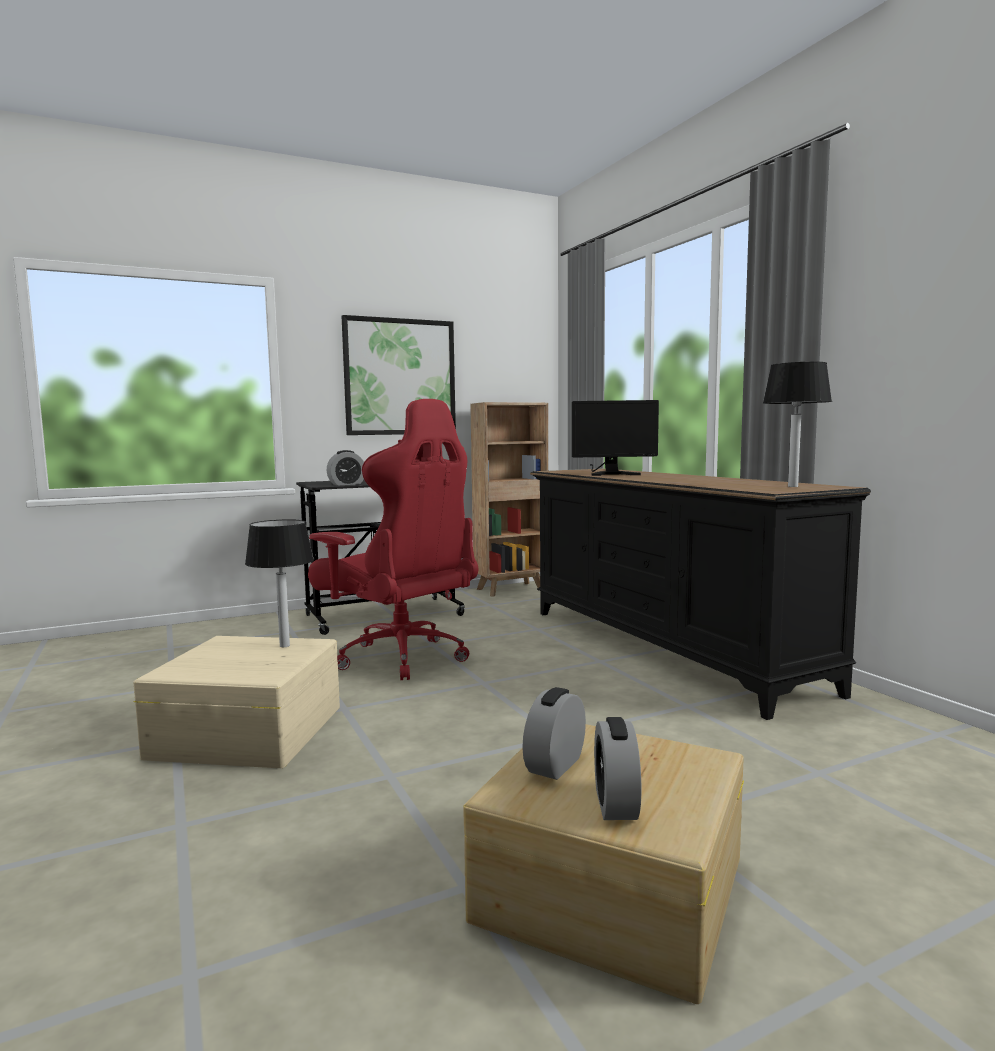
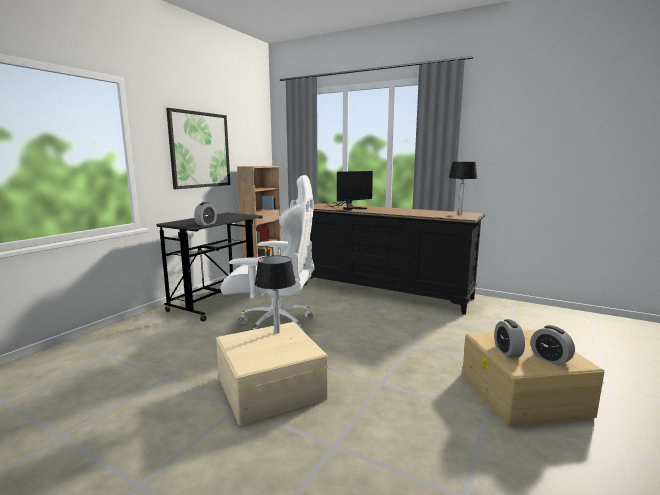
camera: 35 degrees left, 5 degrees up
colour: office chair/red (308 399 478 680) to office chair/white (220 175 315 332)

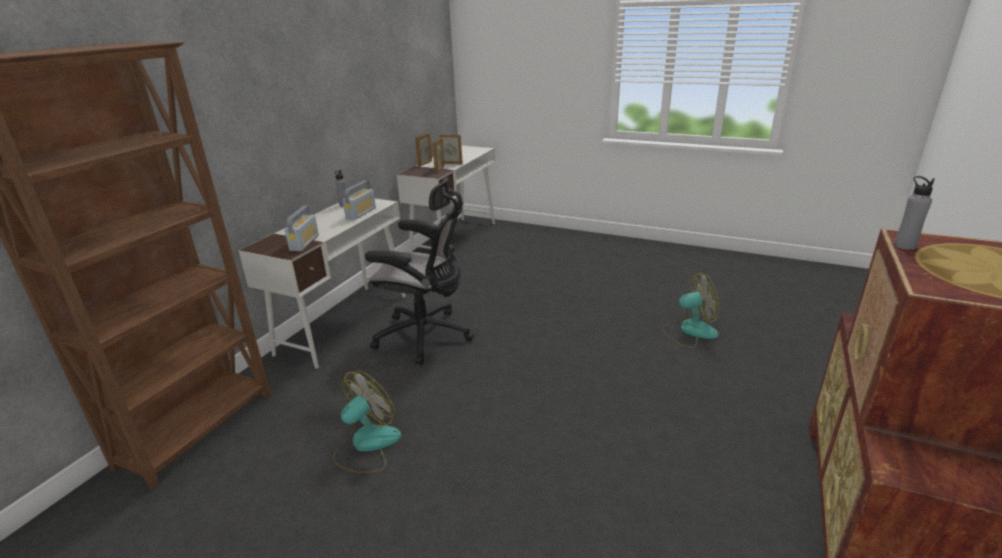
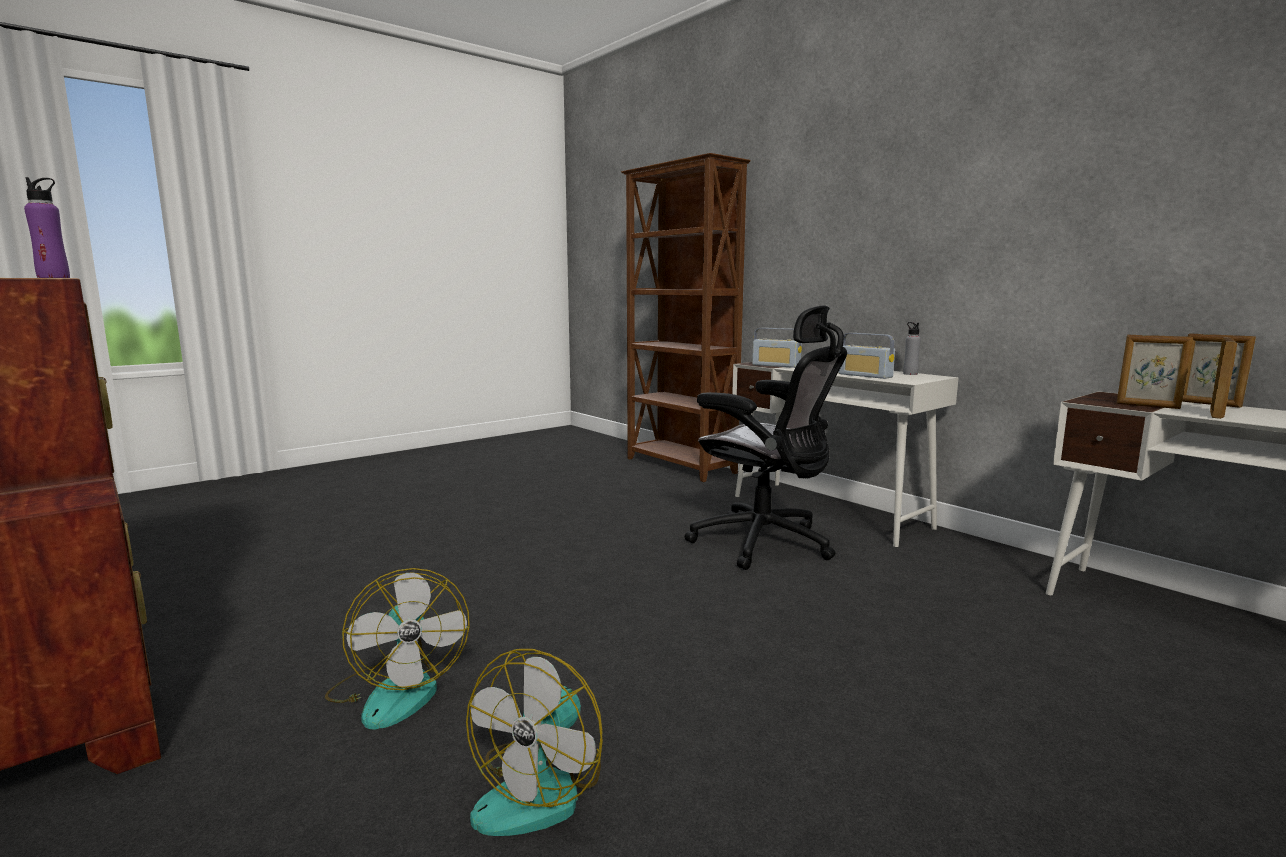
camera: 115 degrees right, 15 degrees down
relocated: fan (333 370 401 473) to (325 568 470 729)
colour: bottle/grey (894 176 935 250) to bottle/purple (24 177 70 278)
spun: office chair (365 177 474 365) = (685 305 847 570) 90 degrees counterclockwise

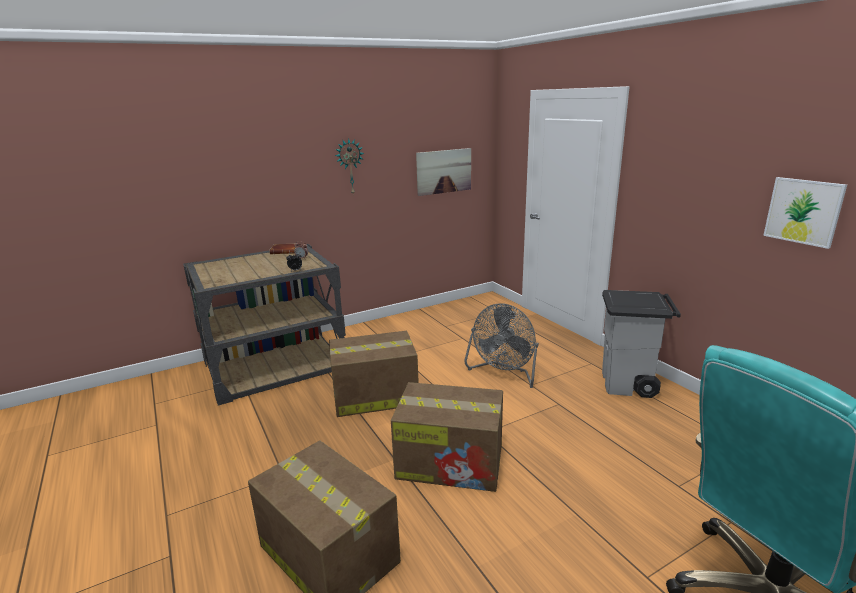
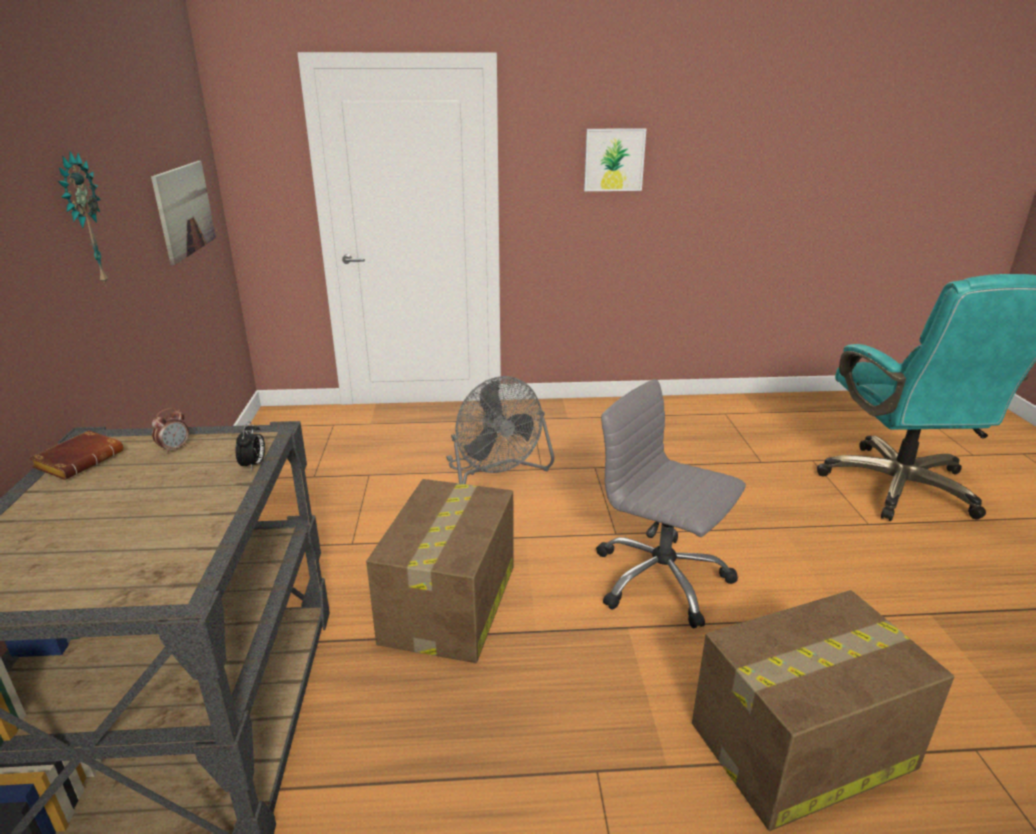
camera: 65 degrees left, 5 degrees up
missing: trash can/grey (602 290 681 398)
relocated: picture (763 177 847 249) to (584 128 646 191)
exchanged: cardboard box (391 382 503 492) to office chair/grey (596 379 746 628)

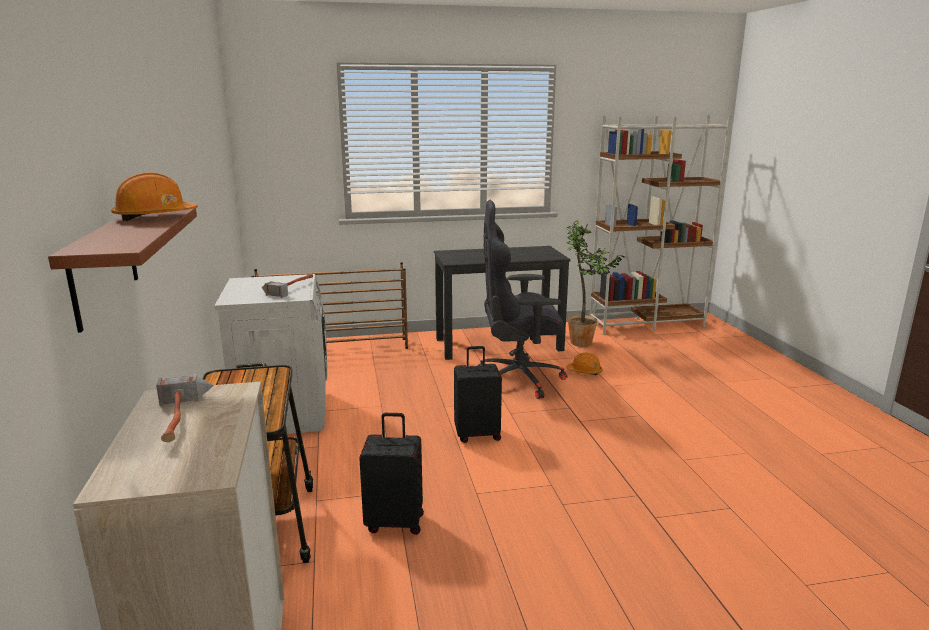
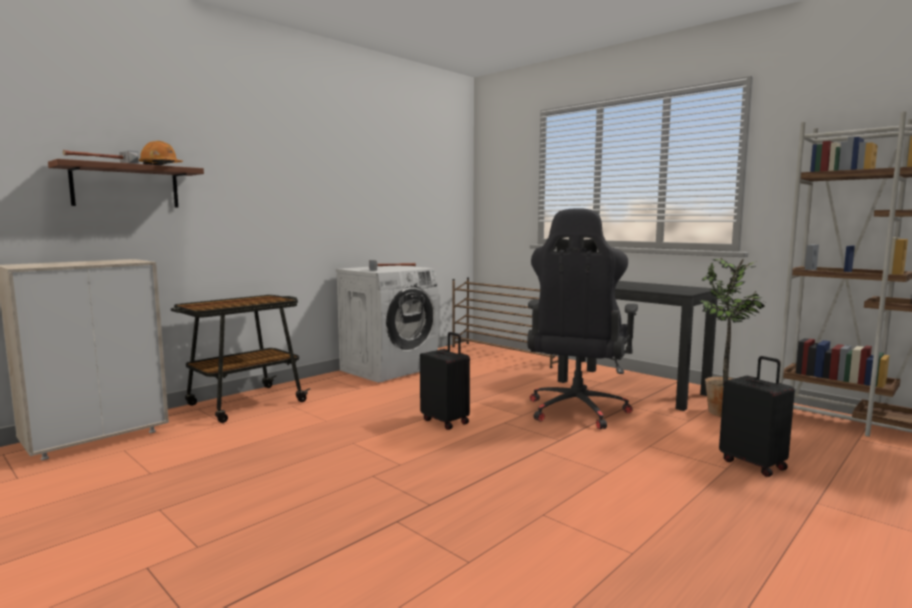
camera: 55 degrees right, 10 degrees down
missing: hard hat/orange (566 353 602 375)
relocated: hammer (156 374 214 442) to (63 150 139 164); suitcase/black (359 413 424 535) to (719 356 795 477)
spun: office chair/black (477 200 567 399) = (527 209 638 429) 120 degrees counterclockwise

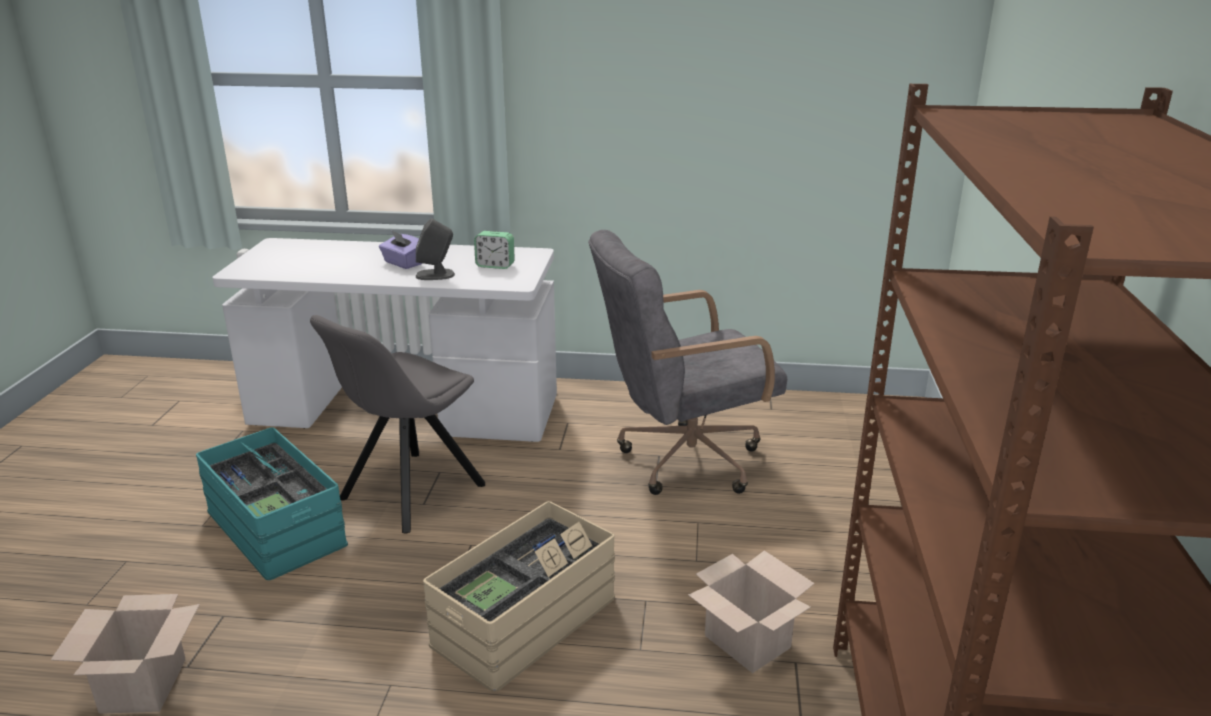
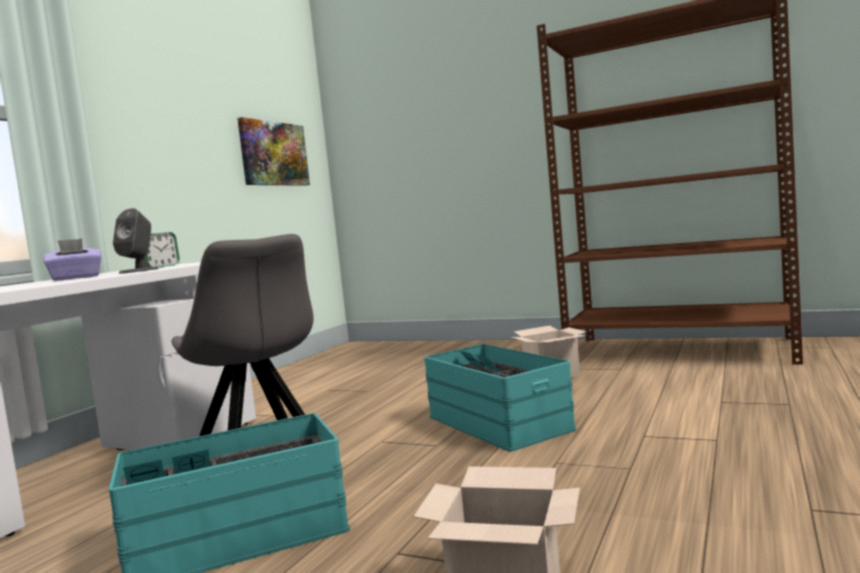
camera: 70 degrees left, 20 degrees down
missing: office chair/grey (588 230 787 495)
appeared: picture (237 117 310 186)
colour: storage box/beige (423 501 615 692) to storage box/turquoise (424 344 576 451)

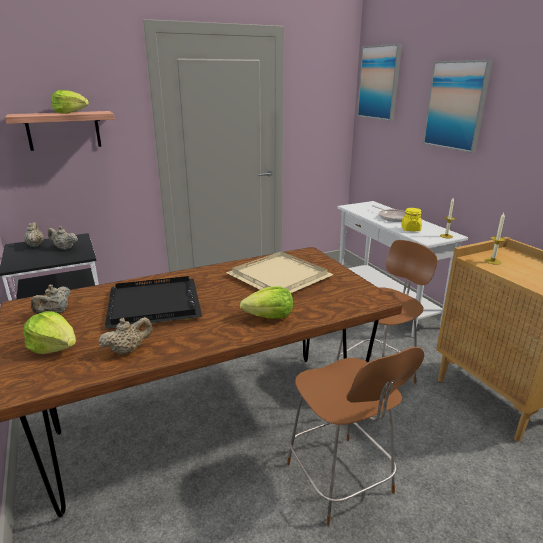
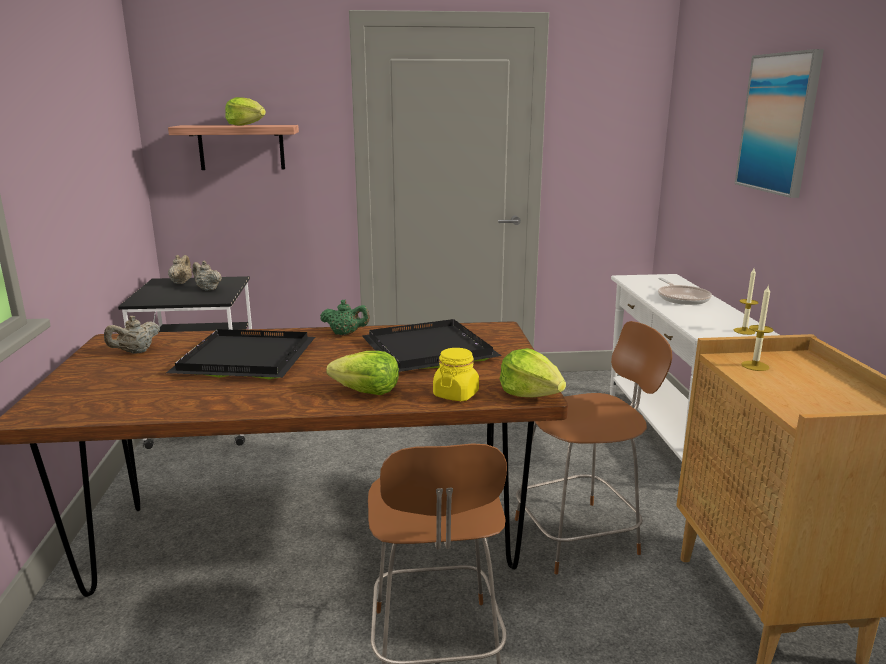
camera: 20 degrees right, 5 degrees down
missing: picture (357 44 402 121); teapot/beige (98 317 153 355)
appeared: teapot/green (320 300 370 335)
relocated: jar/yellow (401 208 422 231) to (433 348 479 401); lettuce (23 311 76 354) to (500 348 566 397)
colour: tray/beige (226 251 334 293) to tray/black (362 319 502 372)

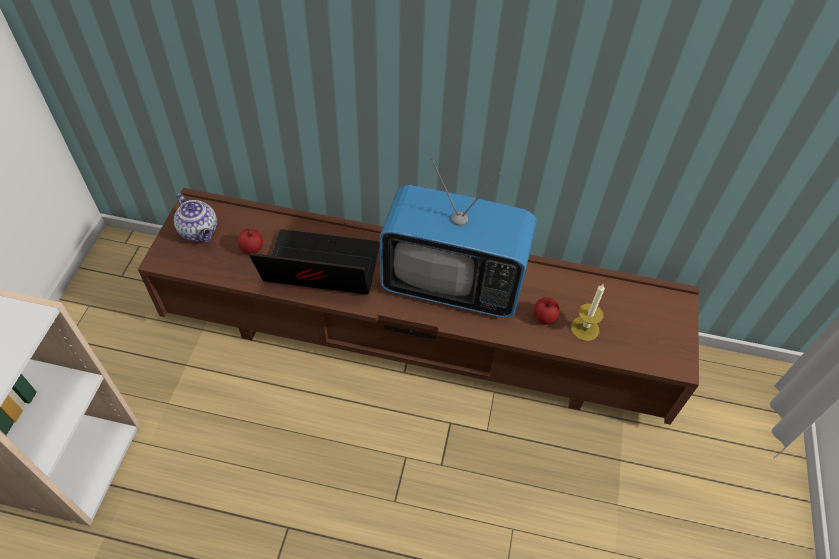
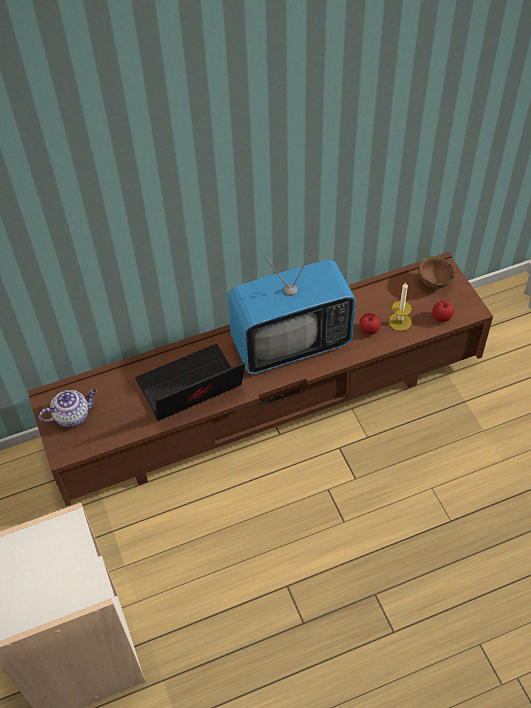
camera: 30 degrees left, 0 degrees up
appeared: bowl/brown (418 256 455 289)
relocated: apple (238 229 263 254) to (432 301 454 322)
spun: teapot (174 193 217 242) = (39 389 97 427) 45 degrees counterclockwise

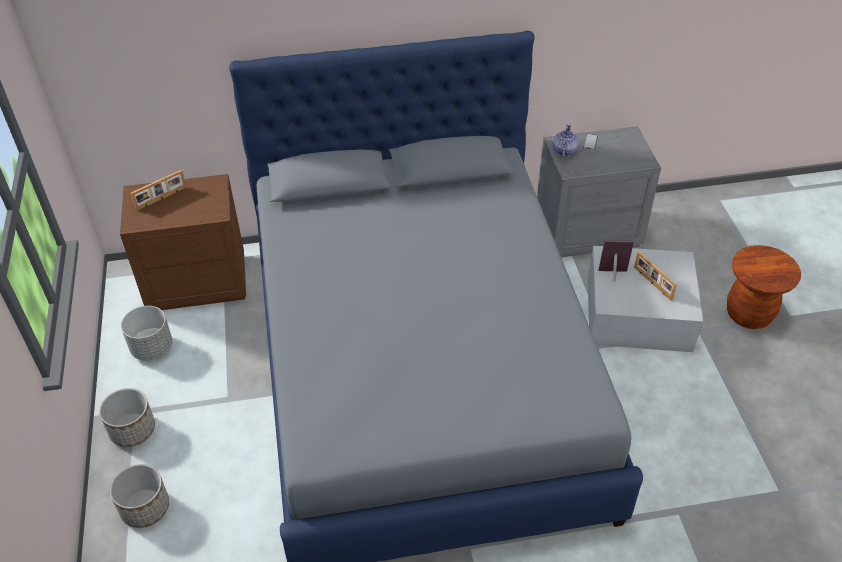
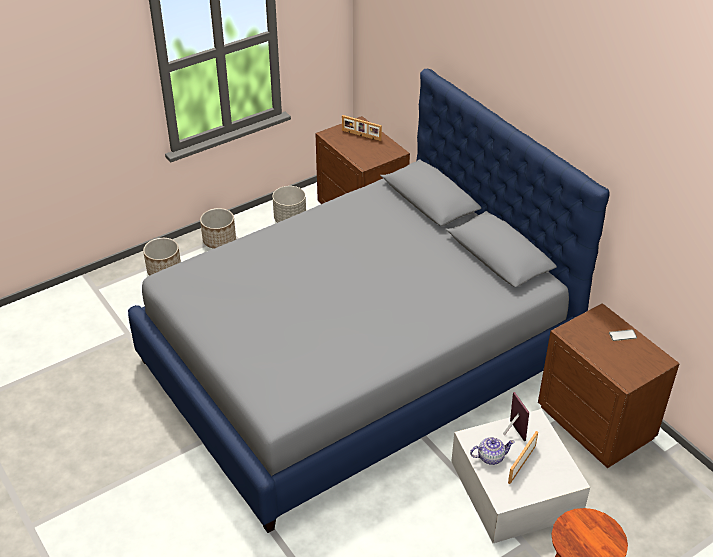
camera: 65 degrees right, 5 degrees down
relocated: teapot (553 124 578 157) to (470 437 515 465)
colour: nightstand/grey (537 126 661 257) to nightstand/brown (538 303 680 468)

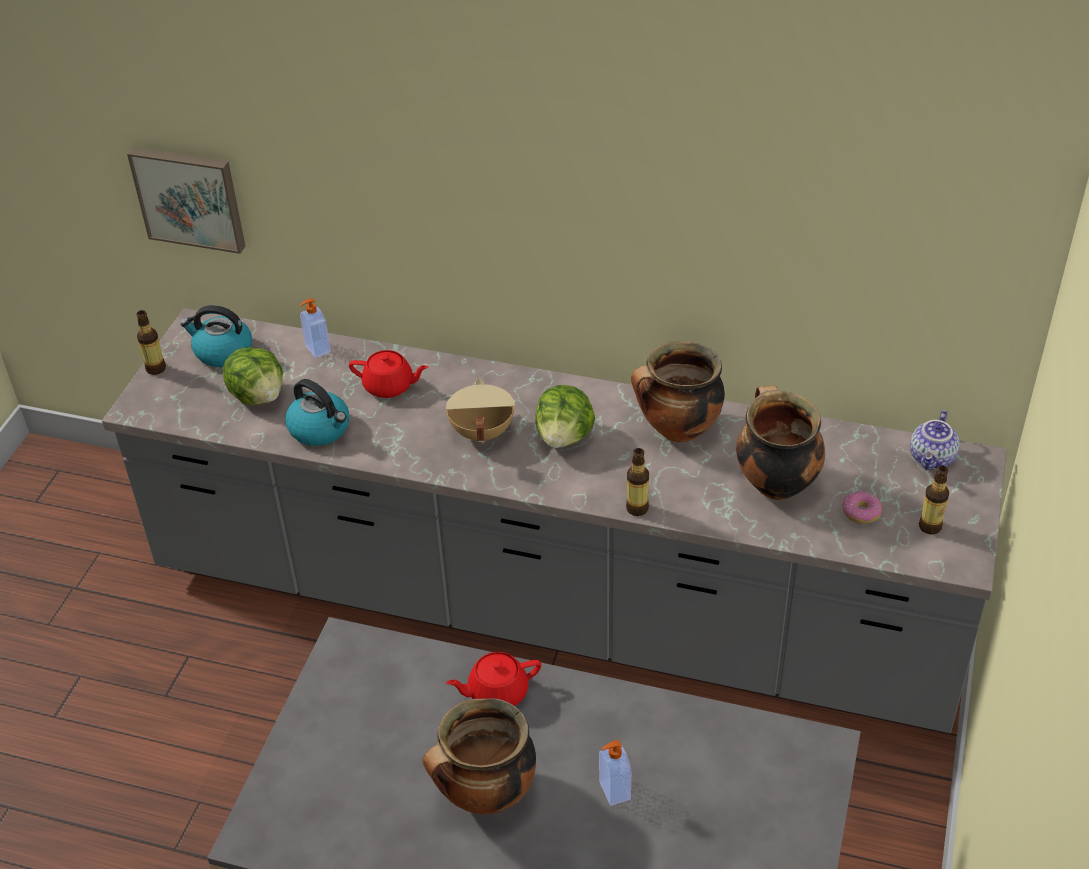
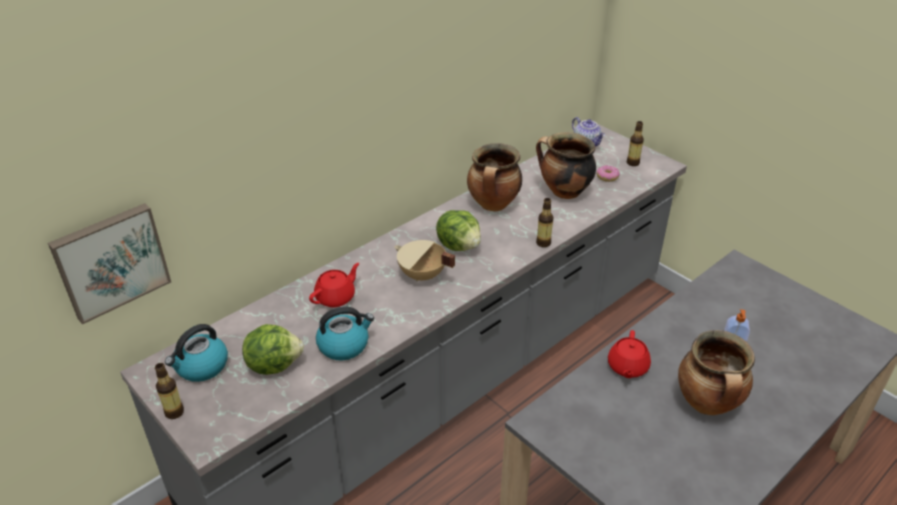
camera: 60 degrees left, 5 degrees down
missing: soap dispenser (300 298 331 358)

